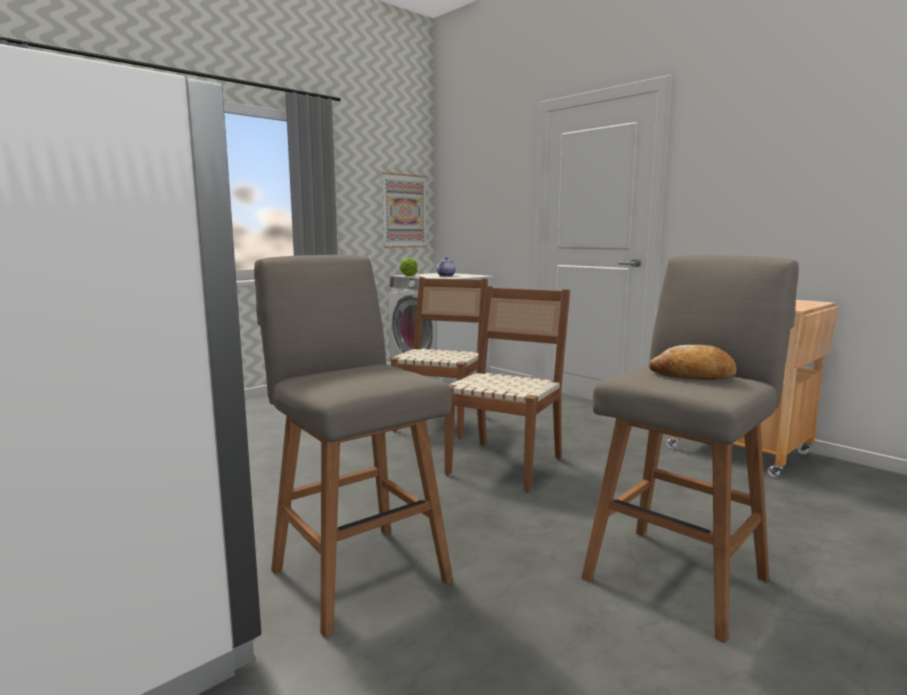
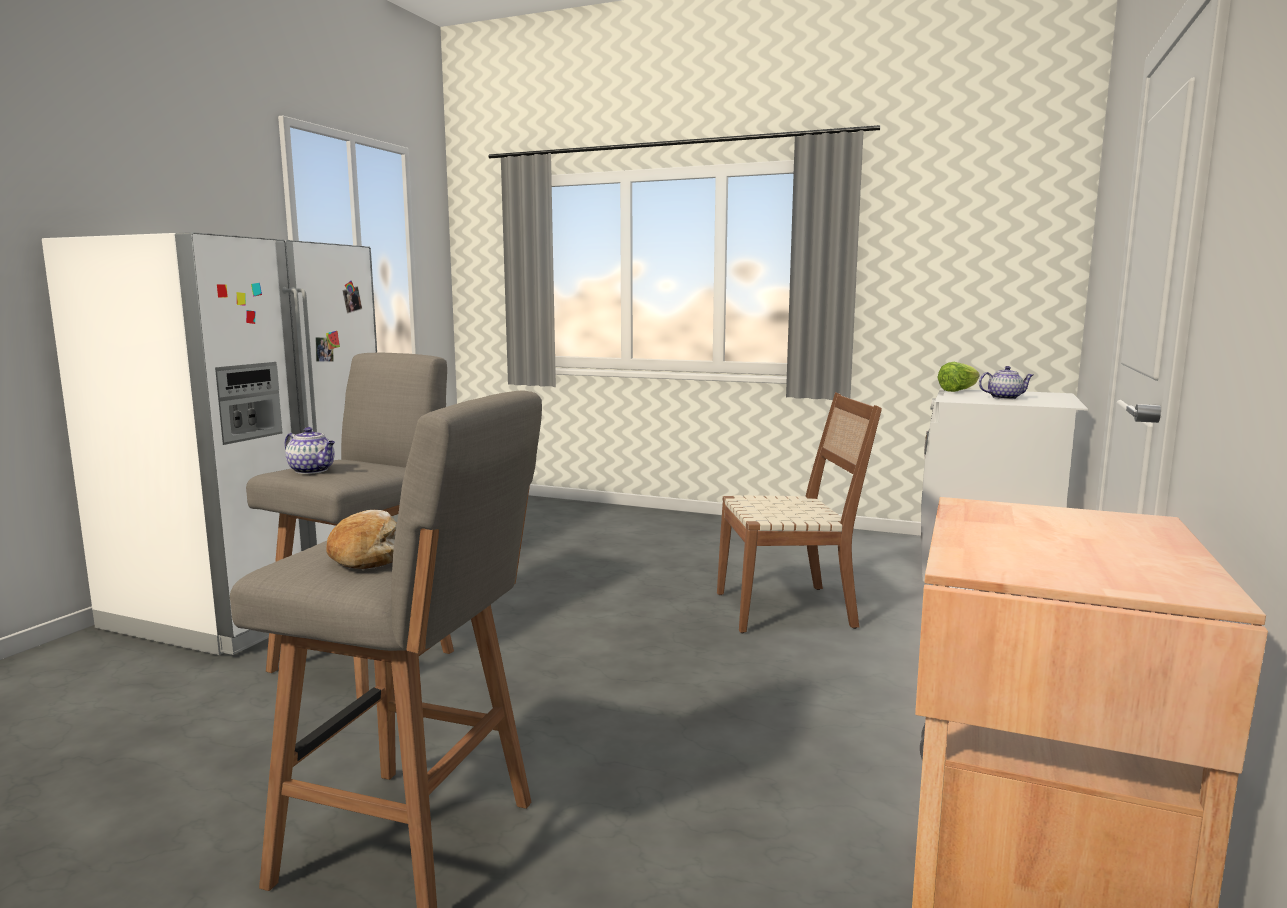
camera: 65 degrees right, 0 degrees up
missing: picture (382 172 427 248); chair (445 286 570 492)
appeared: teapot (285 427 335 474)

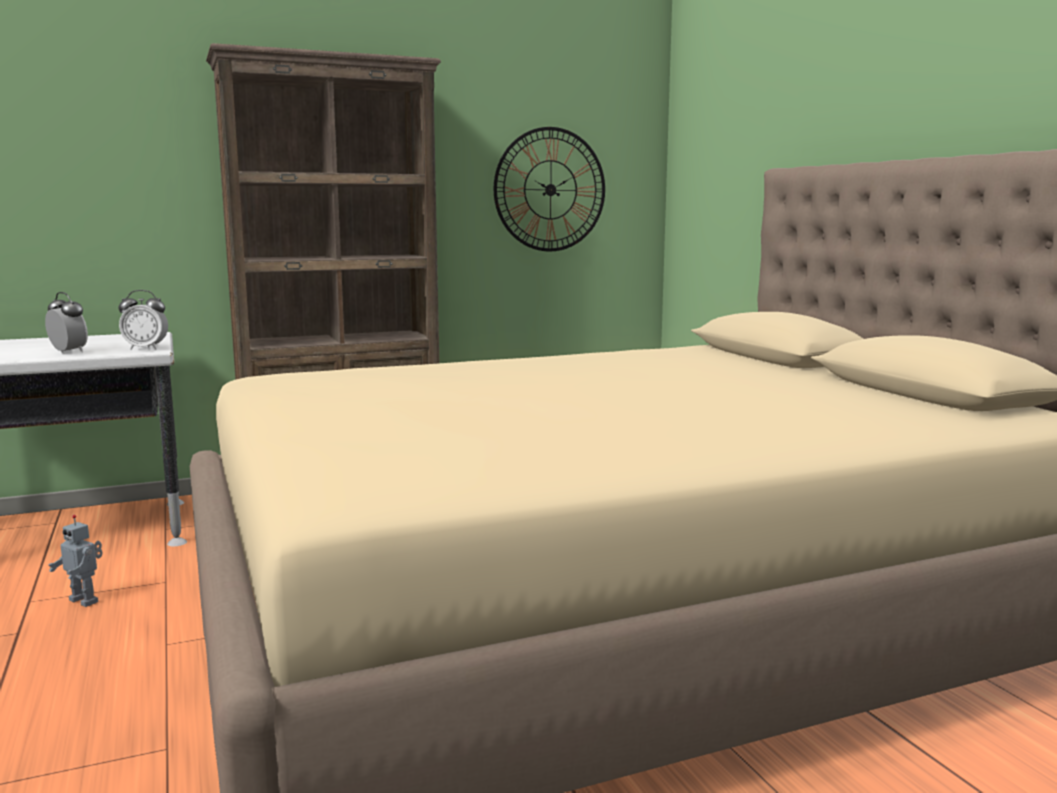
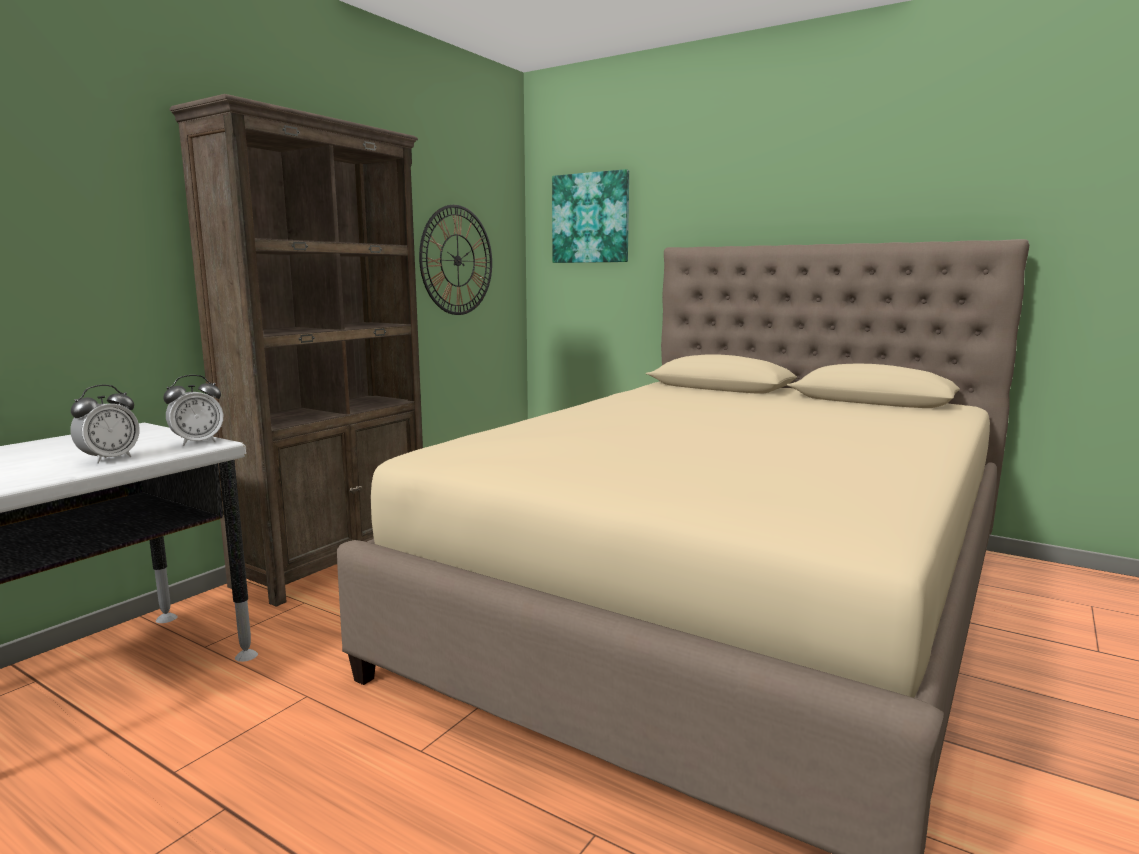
camera: 35 degrees left, 0 degrees up
missing: toy robot (48 515 103 607)
appeared: picture (552 169 629 263)
spun: alarm clock (45 292 88 353) = (70 385 140 464) 120 degrees clockwise

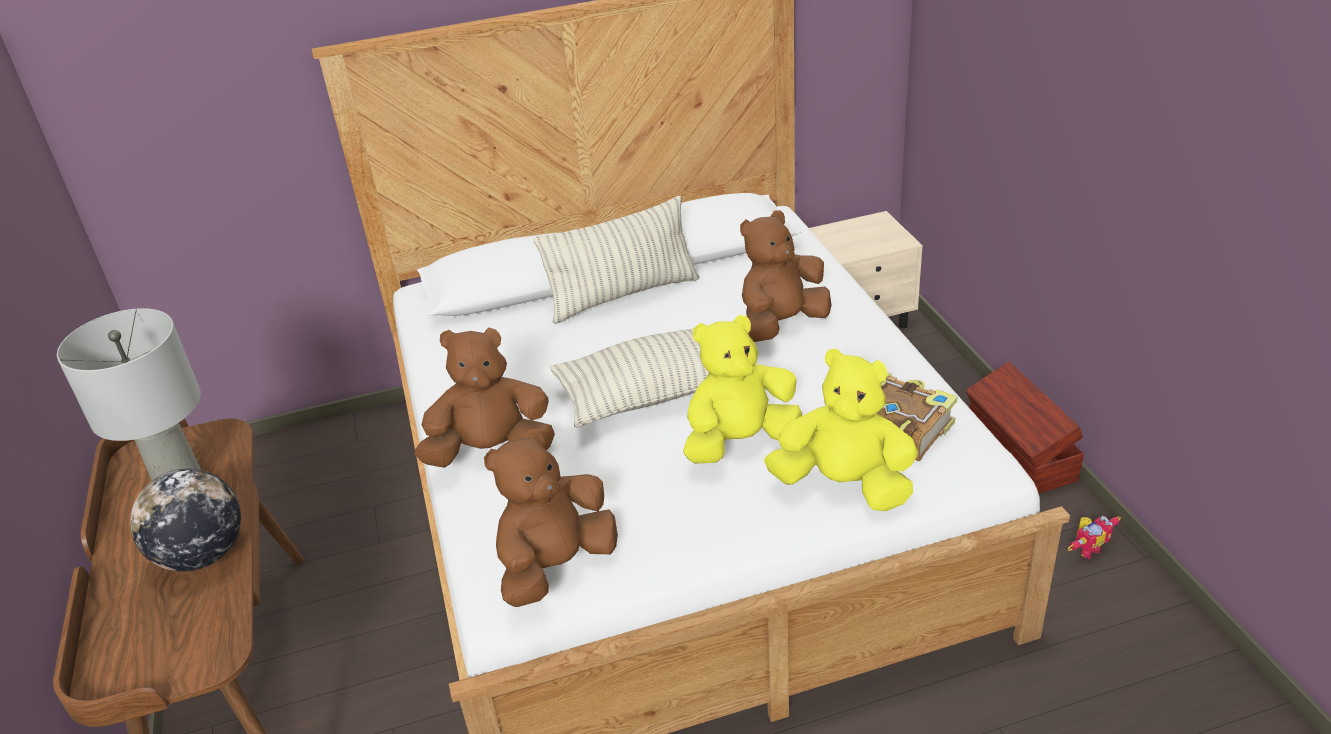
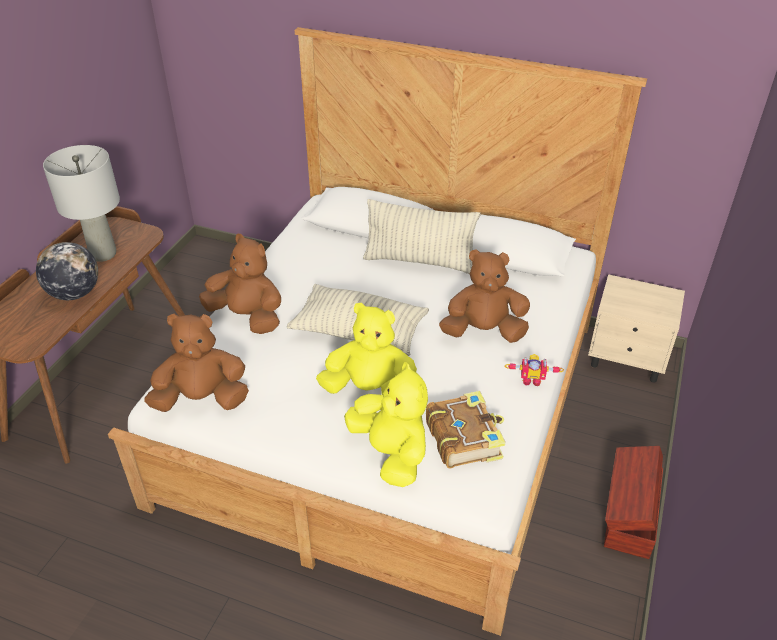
camera: 35 degrees right, 5 degrees up
relocated: toy robot (1068 516 1121 559) to (504 354 564 386)

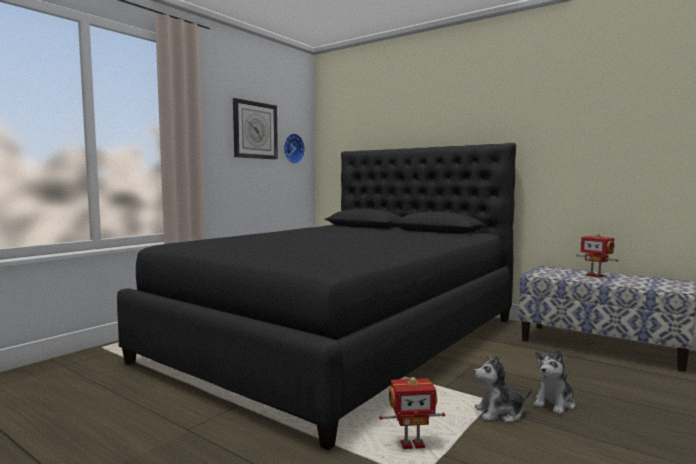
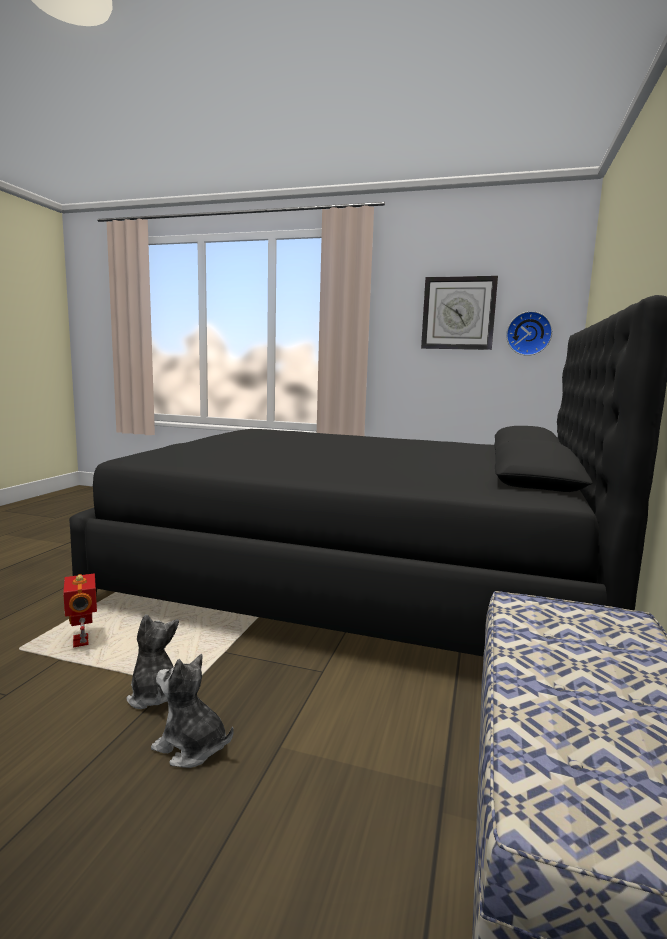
camera: 70 degrees right, 5 degrees up
missing: toy robot (576 233 619 278)

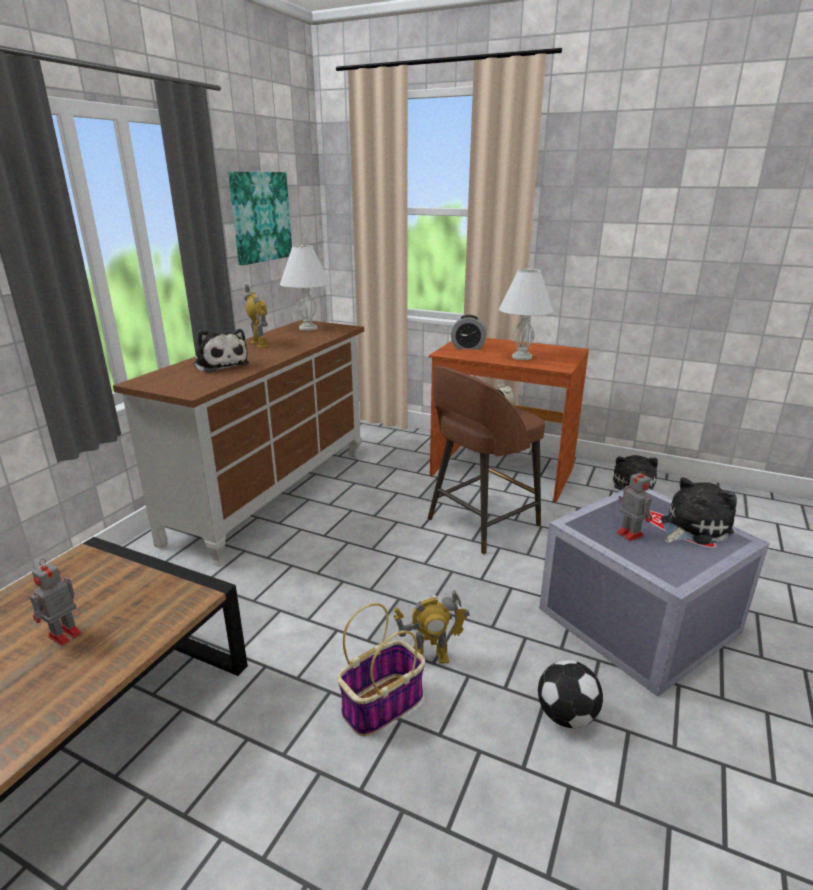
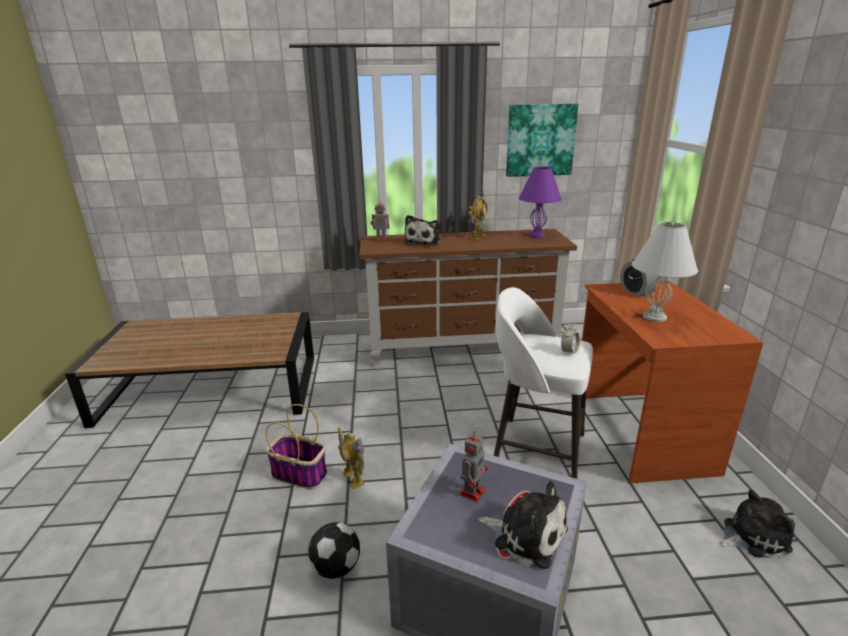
camera: 60 degrees right, 0 degrees up
relocated: toy robot (30 559 82 646) to (371 200 389 242)
colour: table lamp/white (280 245 330 331) to table lamp/purple (519 166 562 238); stool/brown (428 366 545 554) to stool/white (494 287 593 479)

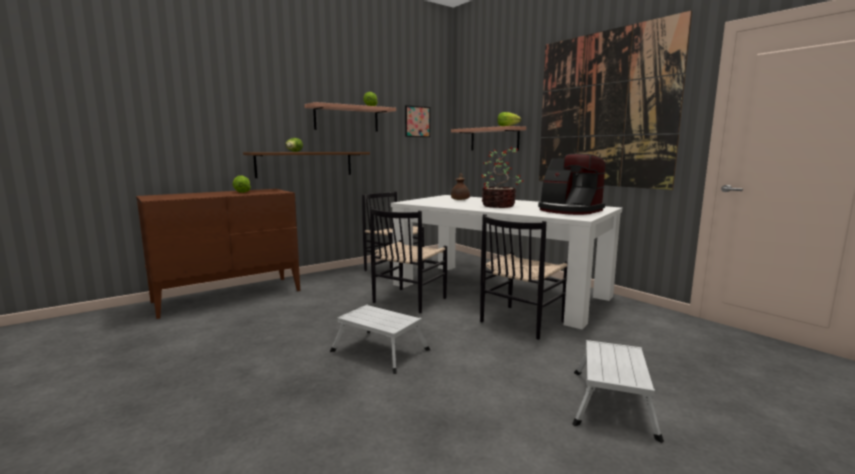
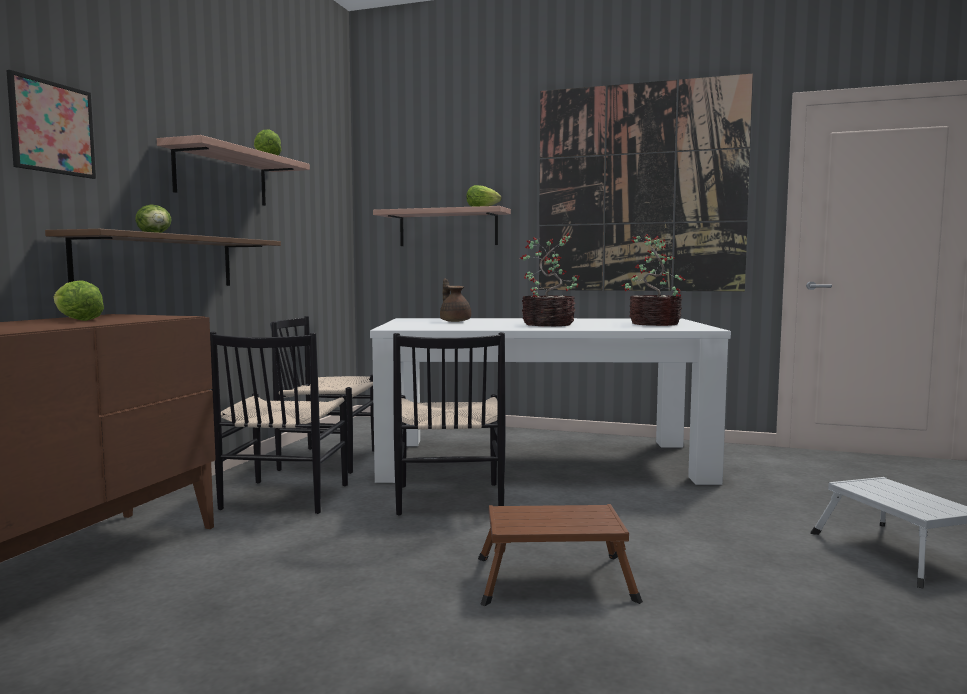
camera: 35 degrees left, 5 degrees down
relocated: picture (405 105 430 137) to (6 70 96 179); chair/black (480 214 568 340) to (210 332 348 514)
exchanged: coffee machine (538 154 606 215) to potted plant (621 234 685 326)
colour: step ladder/white (330 305 430 374) to step ladder/brown (478 504 643 606)

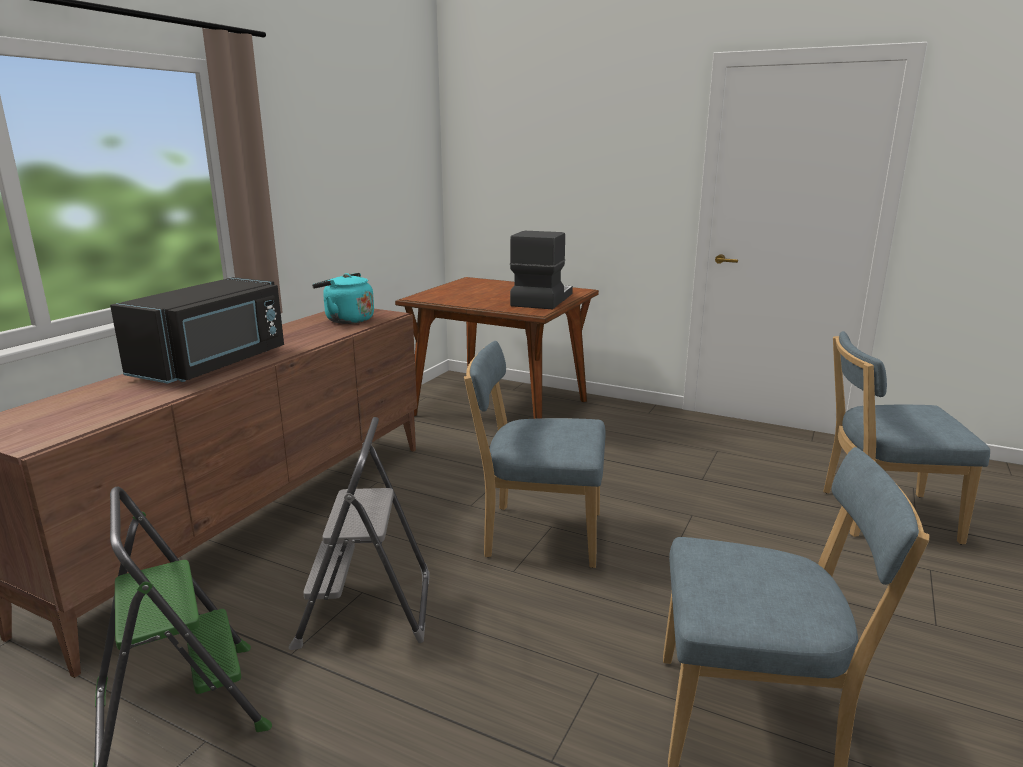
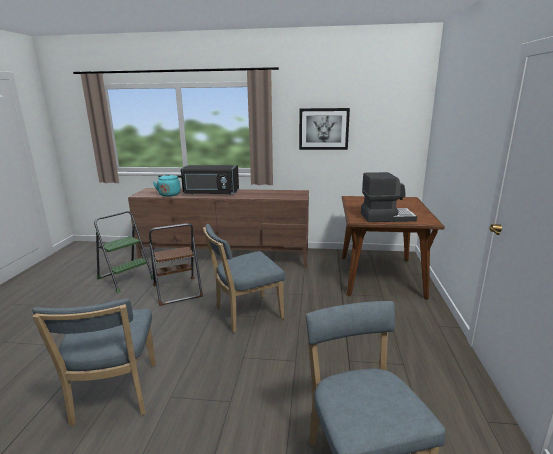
camera: 70 degrees right, 0 degrees up
appeared: picture (299 108 350 150)
relocated: kettle/turquoise (312 273 374 324) to (153 174 181 197)
colour: step ladder/grey (289 417 430 650) to step ladder/brown (149 223 203 306)
spun: chair/blue (464 341 606 568) = (203 224 285 333) 105 degrees counterclockwise

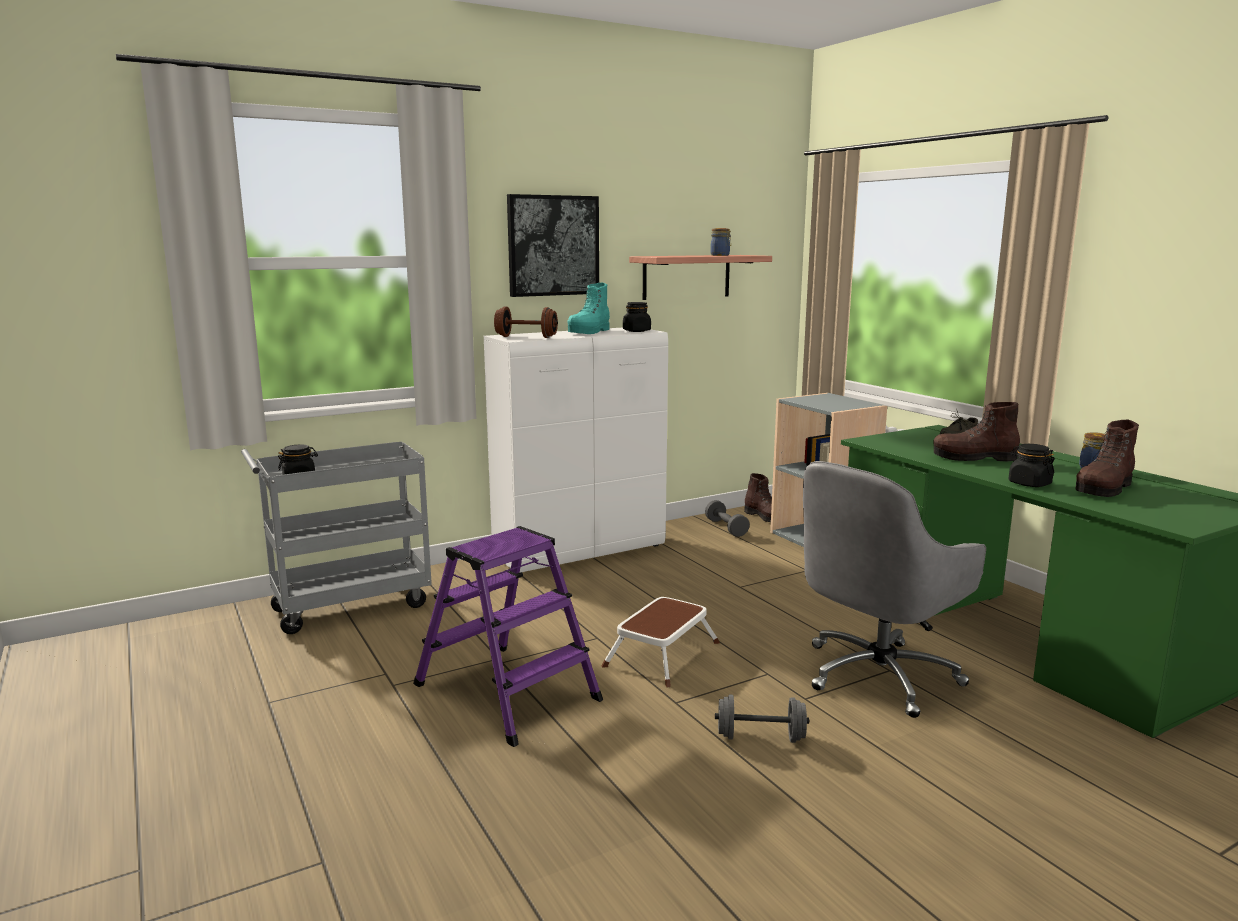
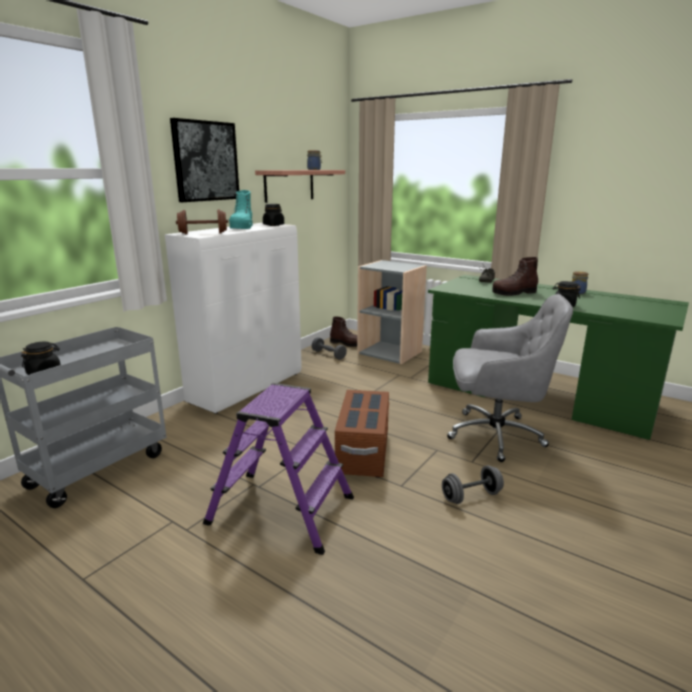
camera: 25 degrees left, 5 degrees up
missing: boot/brown (1075 420 1139 497)
exchanged: step ladder/brown (602 597 720 687) to storage box/brown (335 390 389 478)
spun: office chair/grey (803 461 986 718) = (447 294 573 462) 105 degrees counterclockwise

